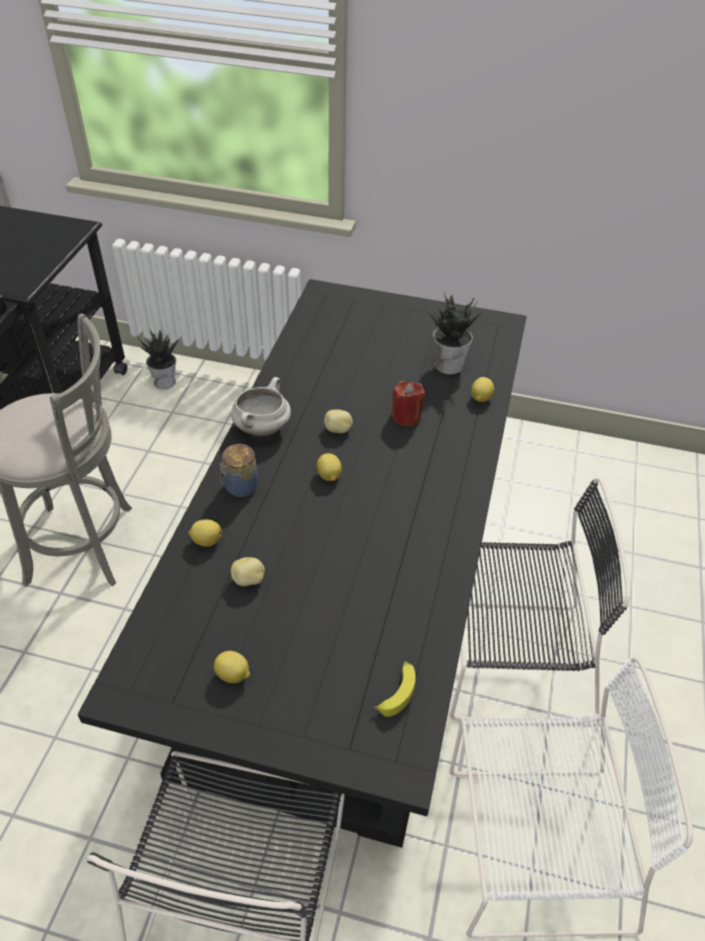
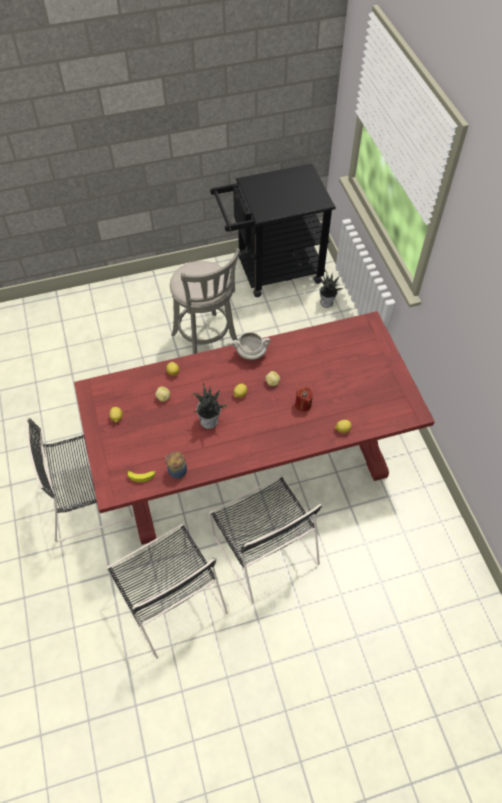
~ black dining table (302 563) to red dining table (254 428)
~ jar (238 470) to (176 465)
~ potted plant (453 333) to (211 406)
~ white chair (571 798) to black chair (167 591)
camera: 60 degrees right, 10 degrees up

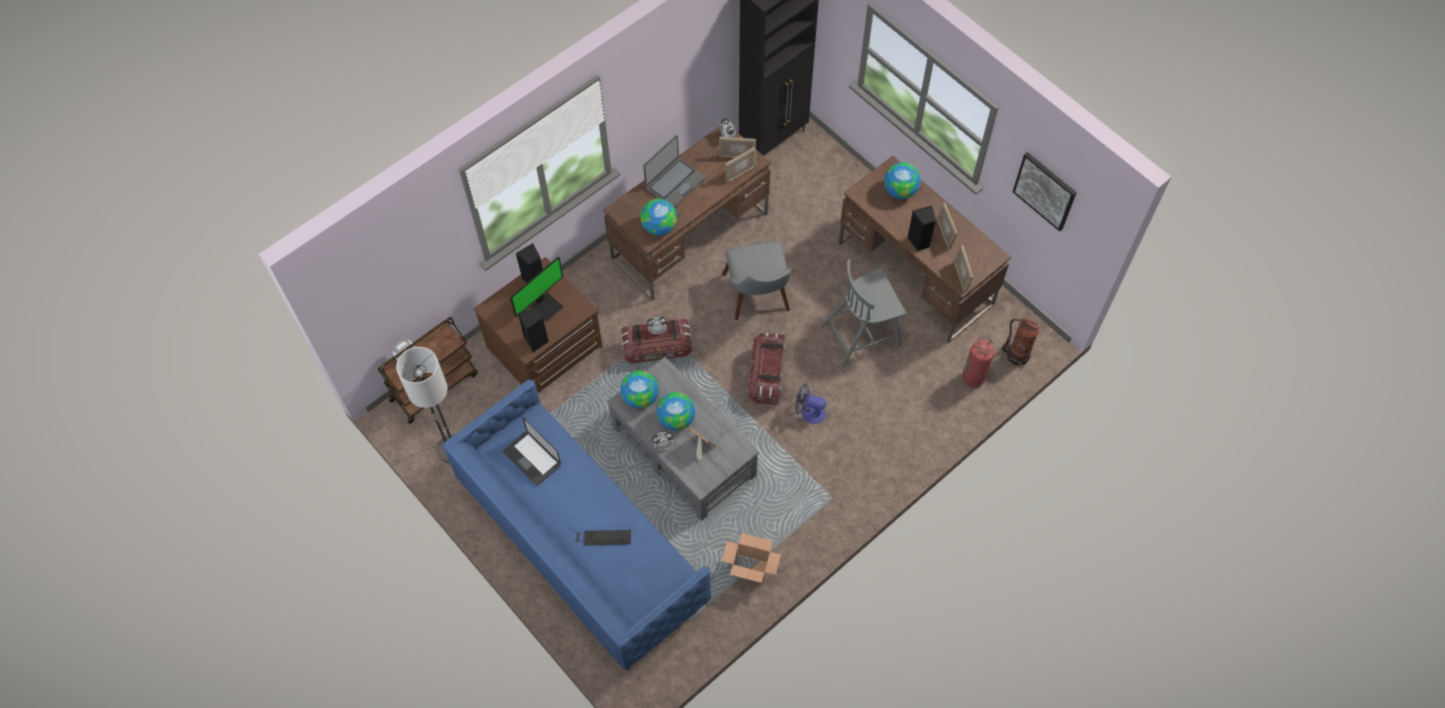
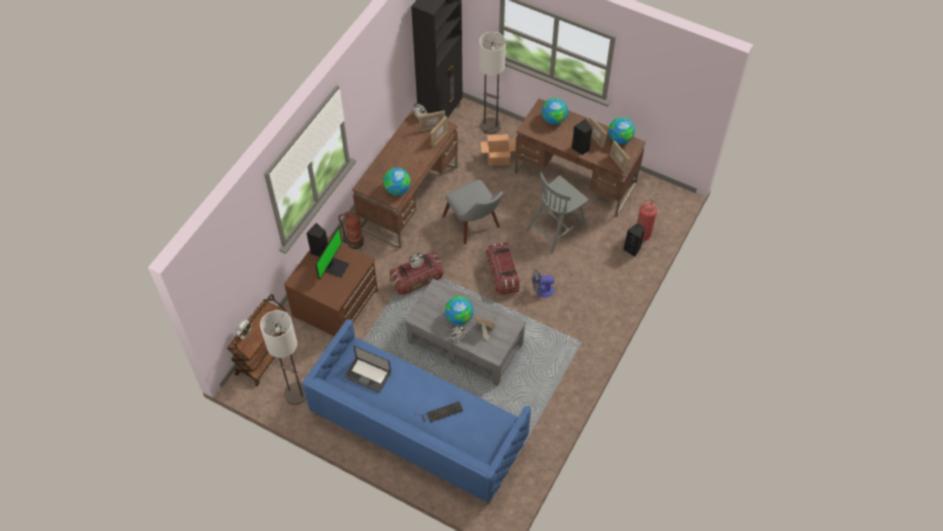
~ black speaker (533 330) to (634 240)
~ globe (640 390) to (621 130)
- laptop (674 171)
~ cardboard box (751 558) to (498 150)
~ fire extinguisher (1020 343) to (351 231)
- picture (1045 191)
+ floor lamp (492 83)
camera: 20 degrees left, 5 degrees down

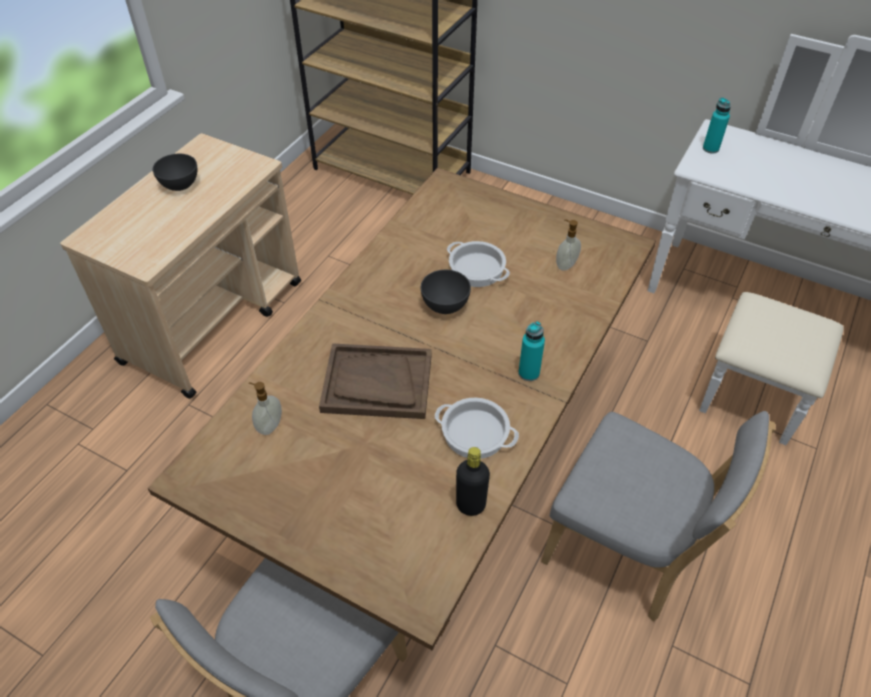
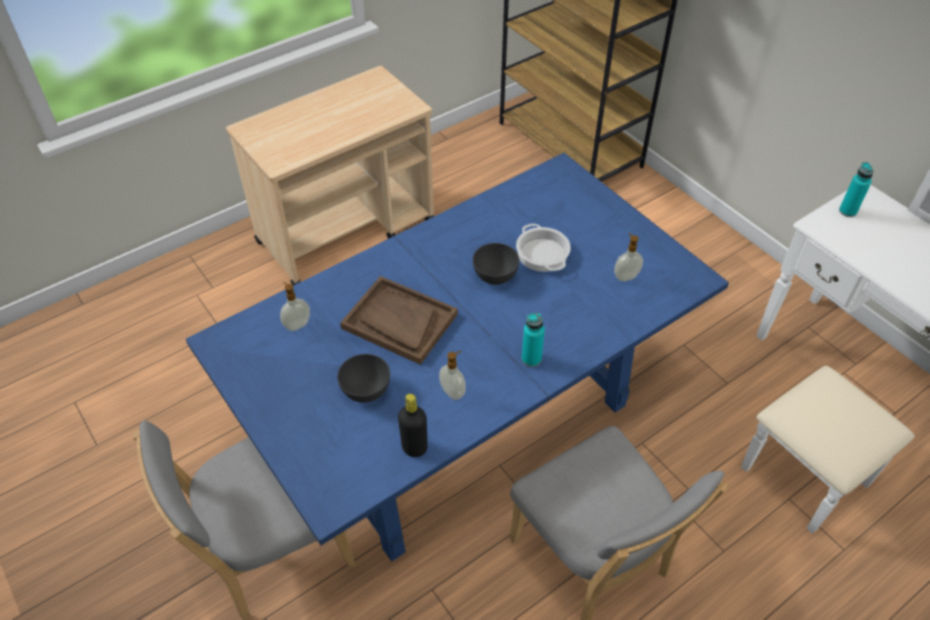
~ brown dining table (402 409) to blue dining table (457 357)
~ grey bowl (174 172) to (363 378)
~ cooking pot (477 428) to soap dispenser (452 375)
camera: 25 degrees right, 0 degrees up

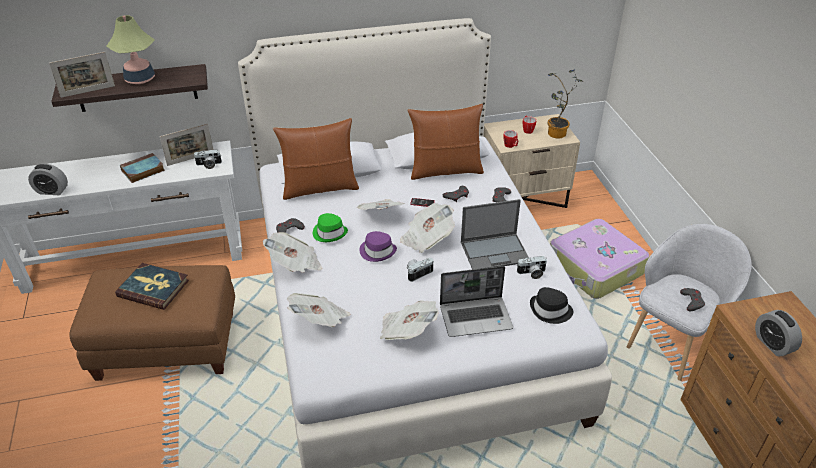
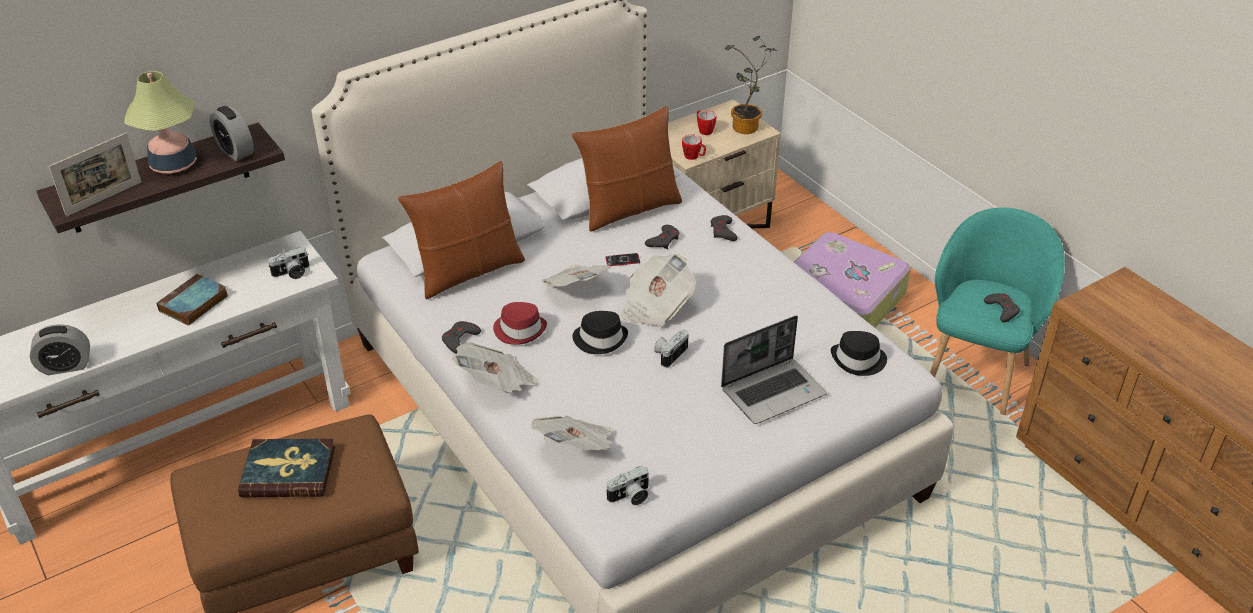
- picture frame (186 144)
~ green hat (330 227) to red hat (520 323)
~ purple hat (378 246) to black hat (600 332)
- newspaper (409 320)
- laptop (494 234)
~ photo camera (532 267) to (627 485)
~ grey armchair (689 302) to turquoise armchair (997 311)
~ alarm clock (778 333) to (232 133)
camera: 20 degrees left, 0 degrees up

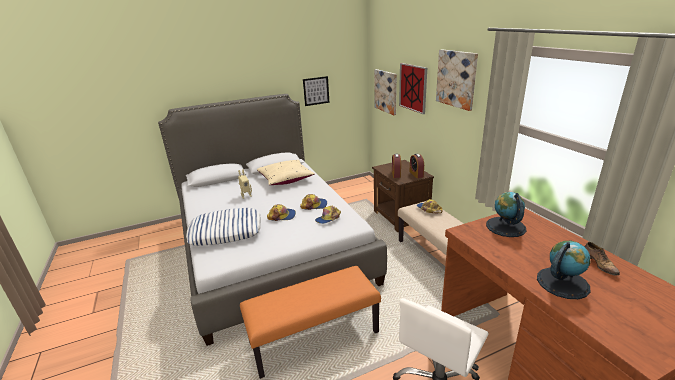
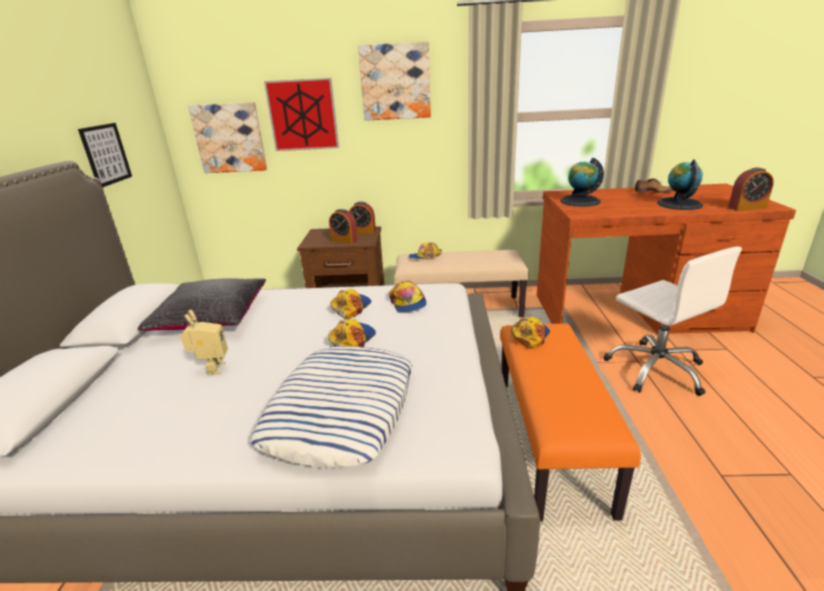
~ beige pillow (286 172) to black pillow (202 304)
+ cap (530 333)
+ alarm clock (751 189)
camera: 65 degrees left, 0 degrees up

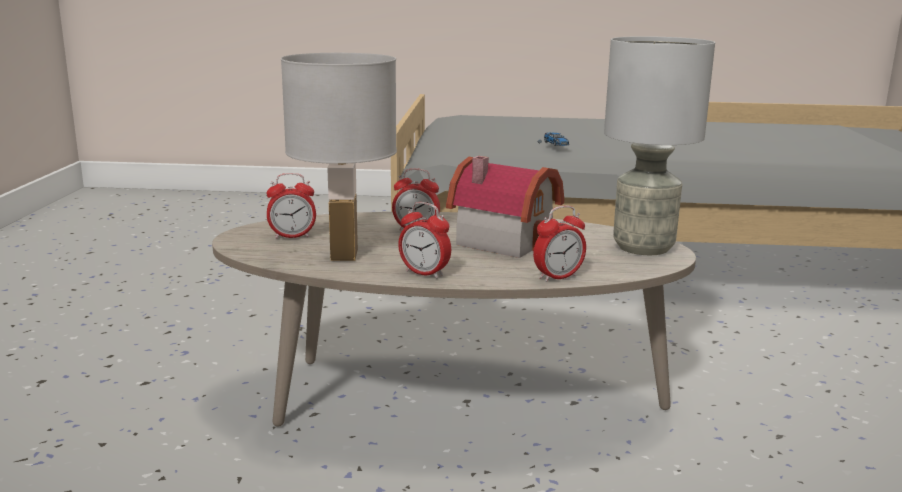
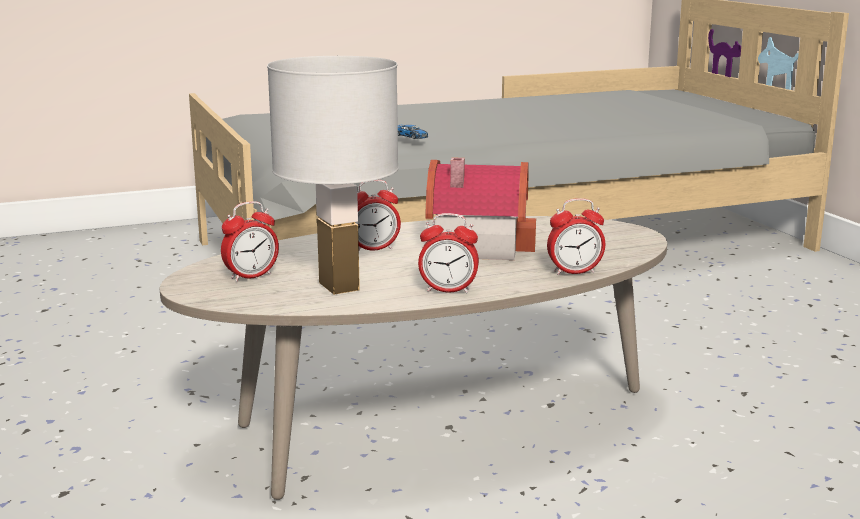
~ alarm clock (559 243) = (576 236) 45 degrees clockwise
- grey table lamp (659 145)
camera: 25 degrees left, 0 degrees up

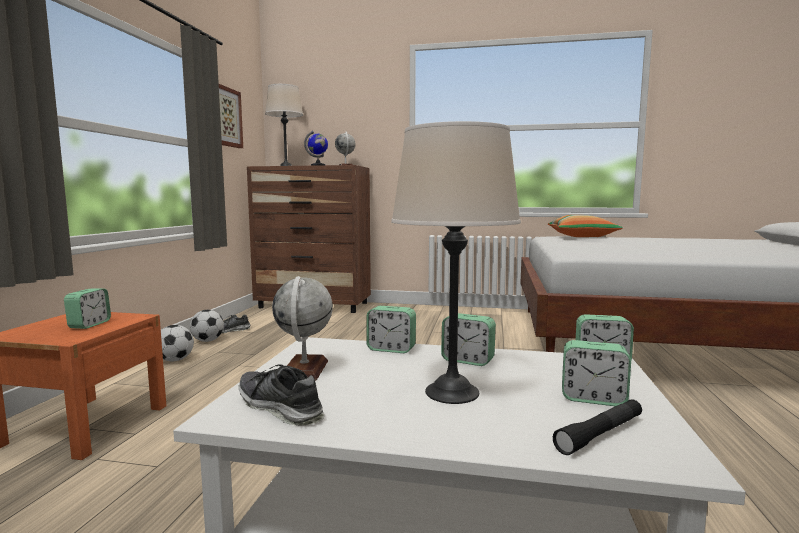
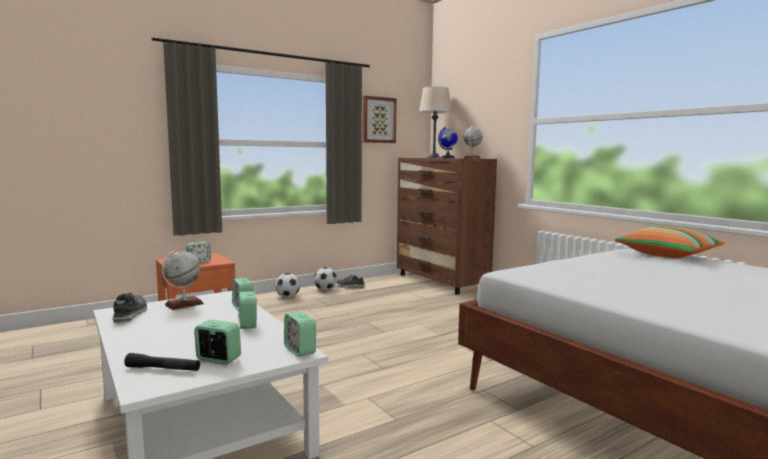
- beige table lamp (456 262)
~ alarm clock (596 373) = (217 342) 135 degrees clockwise
camera: 45 degrees right, 0 degrees up

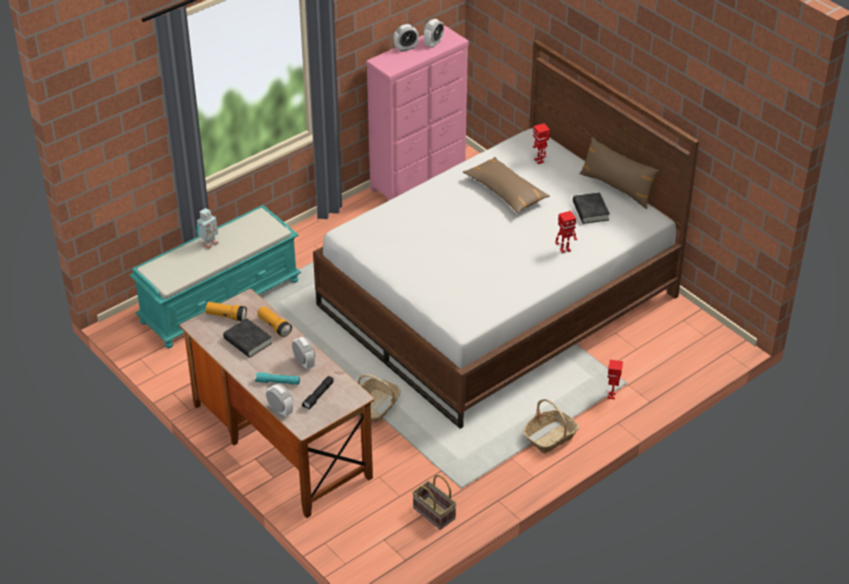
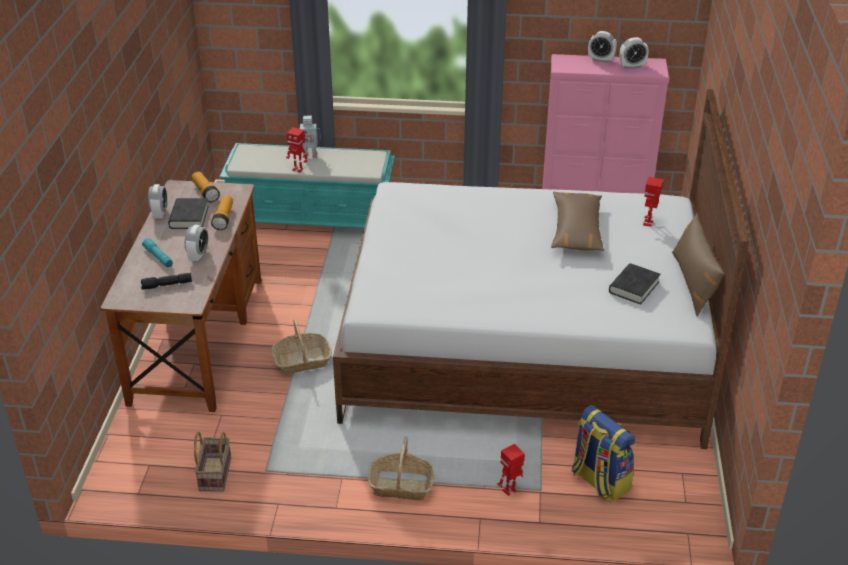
~ alarm clock (279 400) to (157 201)
~ toy robot (566 232) to (297 149)
+ backpack (604 453)
camera: 45 degrees right, 5 degrees down

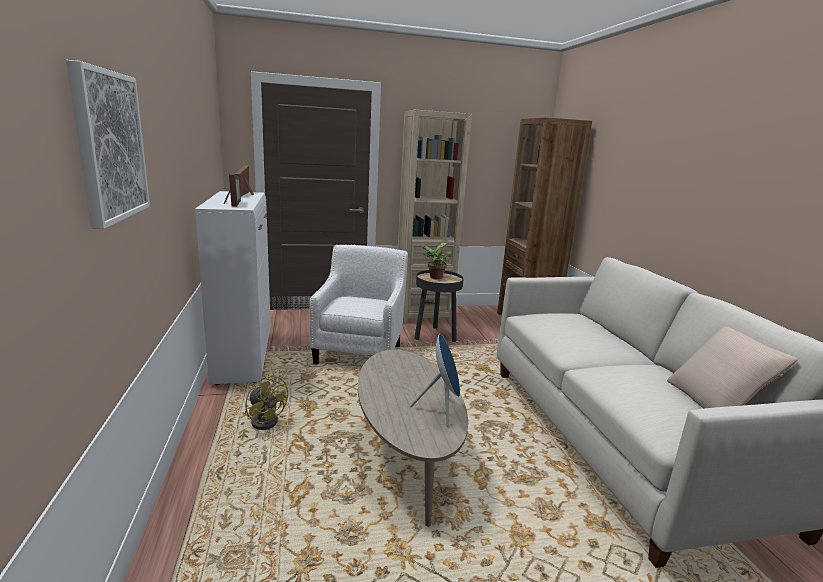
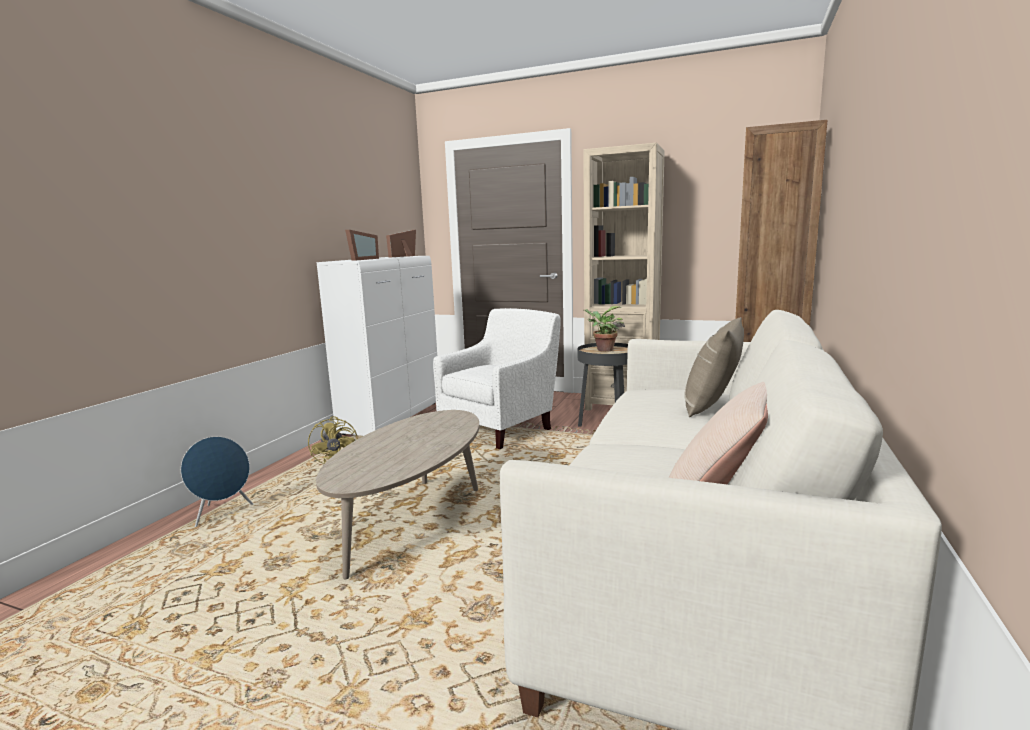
- picture (108 144)
~ blue speaker (435 380) to (217 481)
+ beige pillow (714 367)
camera: 35 degrees right, 5 degrees down

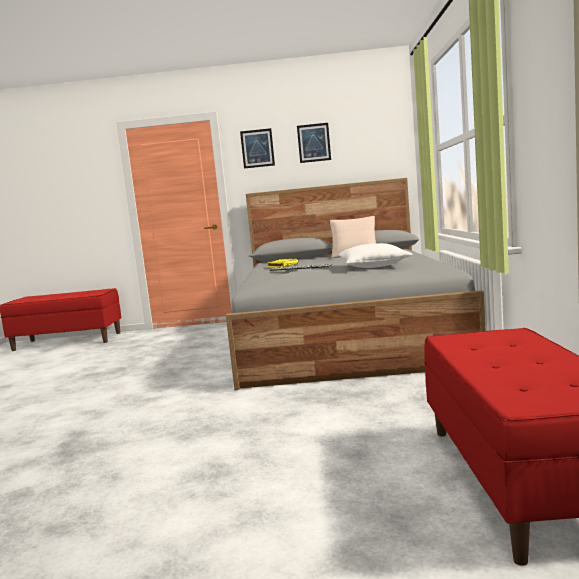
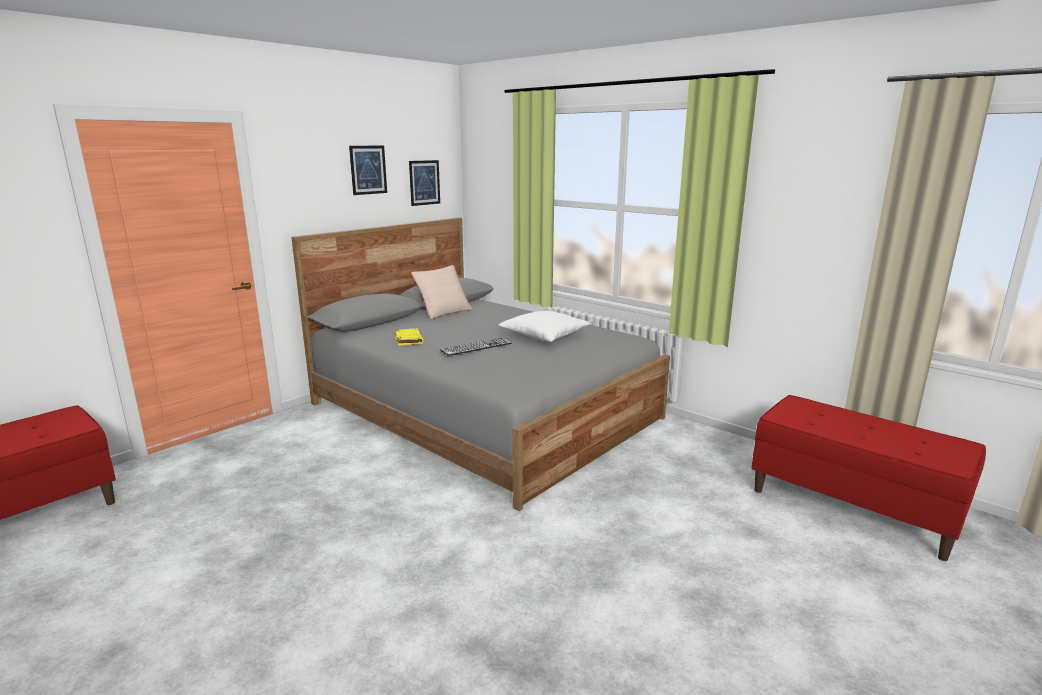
~ picture (257 148) to (424 183)
camera: 50 degrees left, 10 degrees up

